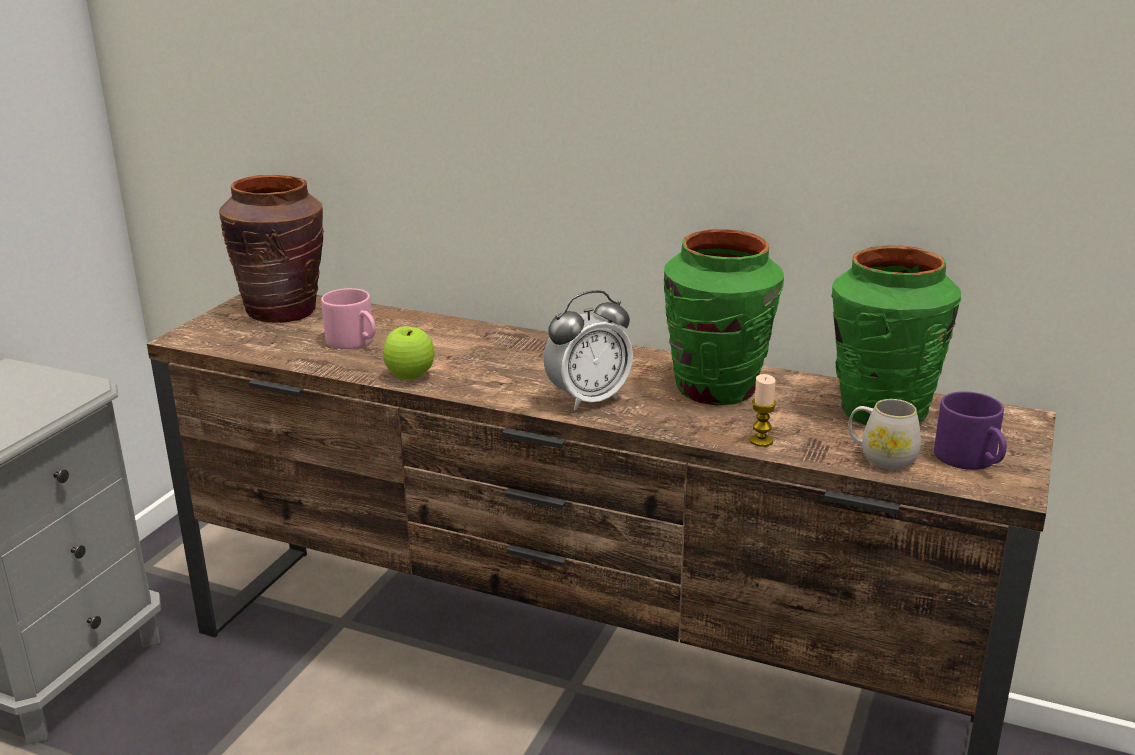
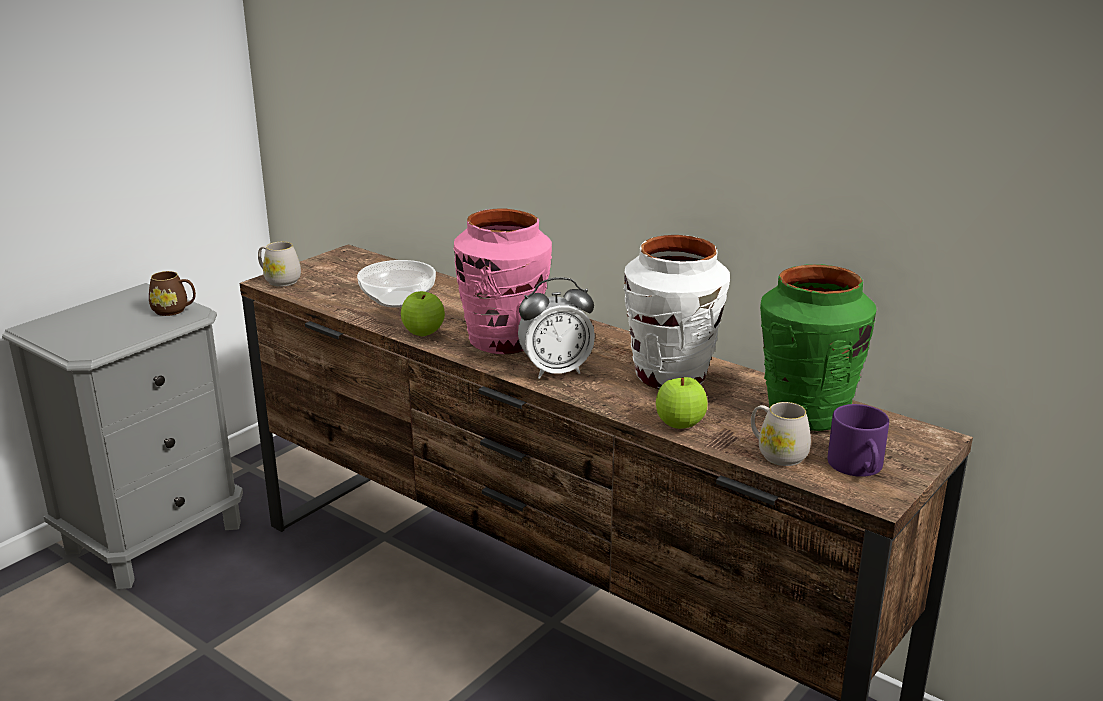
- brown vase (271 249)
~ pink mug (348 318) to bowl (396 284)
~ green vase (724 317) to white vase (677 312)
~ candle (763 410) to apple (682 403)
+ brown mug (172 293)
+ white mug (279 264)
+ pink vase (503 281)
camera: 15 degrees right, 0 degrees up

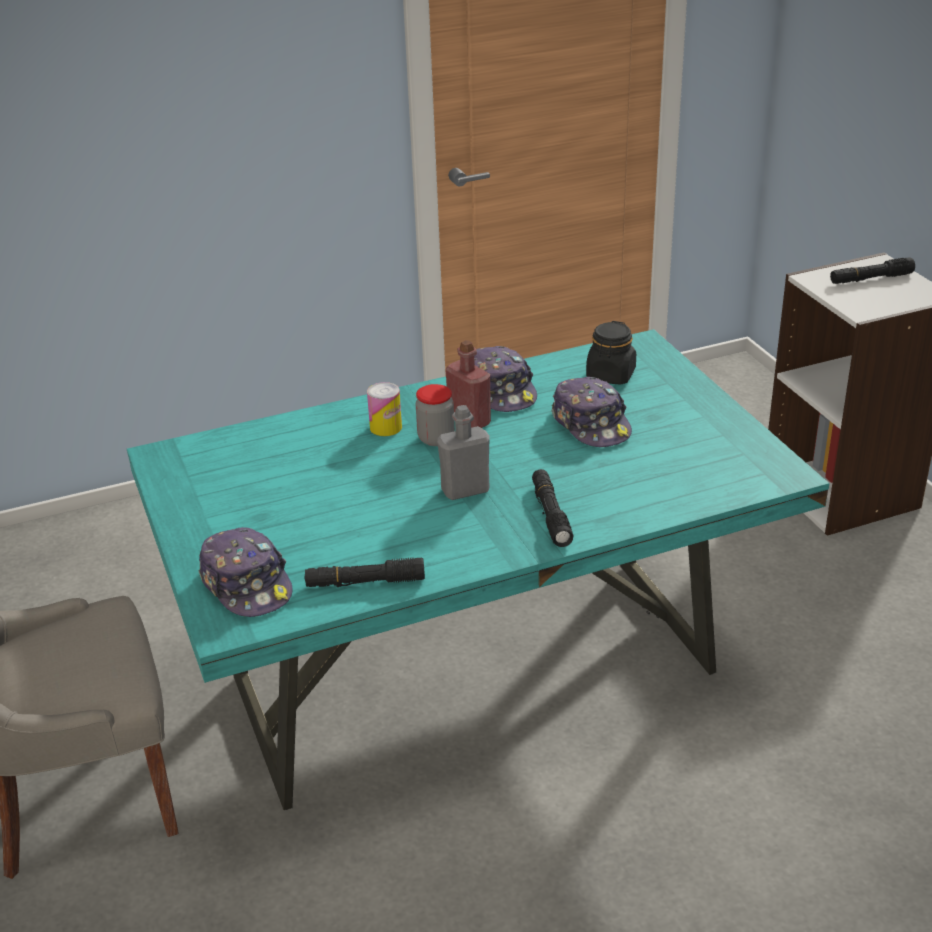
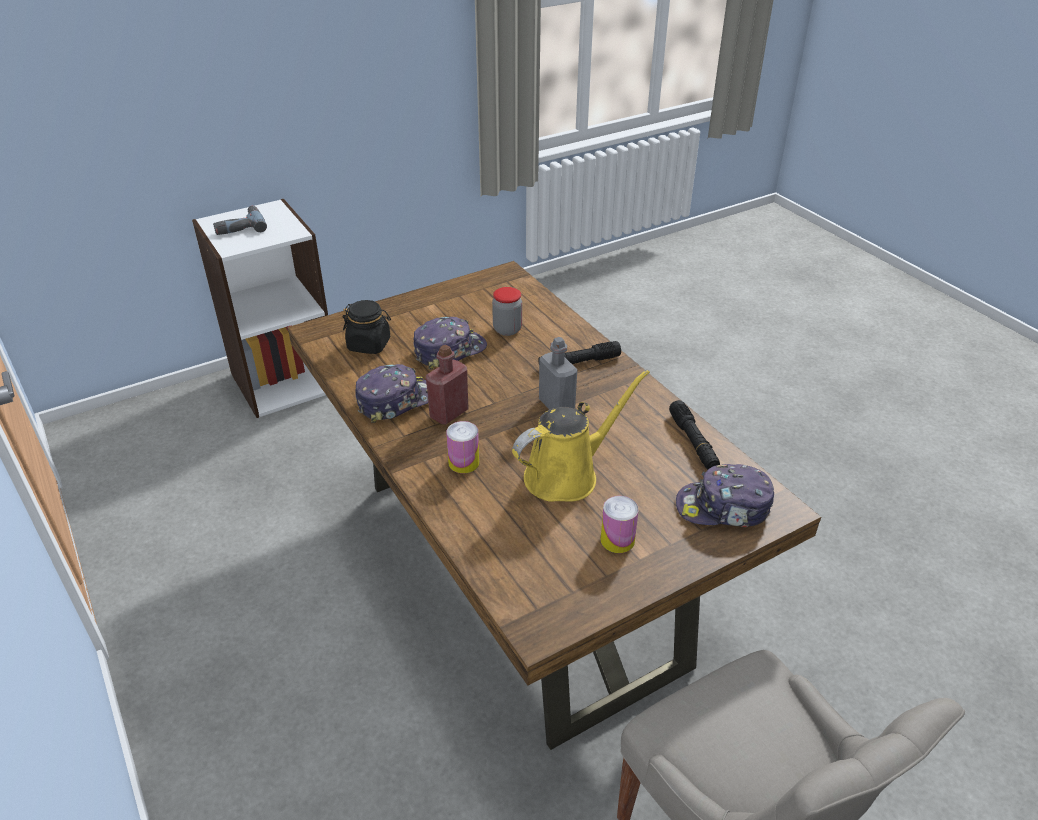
~ turquoise dining table (478 569) to brown dining table (554 505)
~ cap (245 572) = (725 495) 135 degrees counterclockwise
~ jar (435 415) to (507 311)
~ black flashlight (872 270) to power drill (240 220)
+ yellow watering can (581 436)
+ can (620 524)
camera: 100 degrees left, 5 degrees up

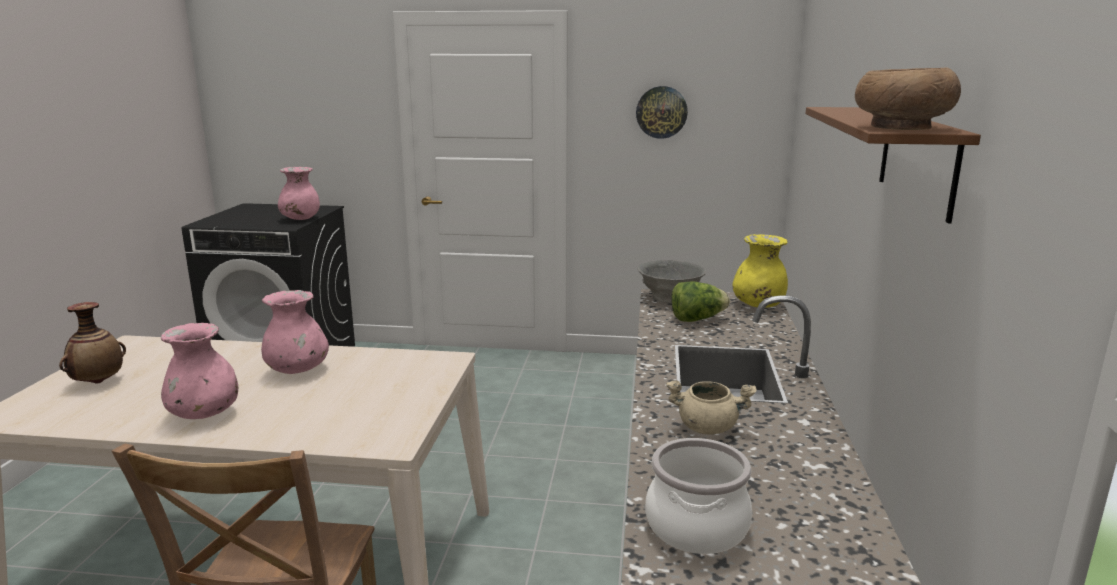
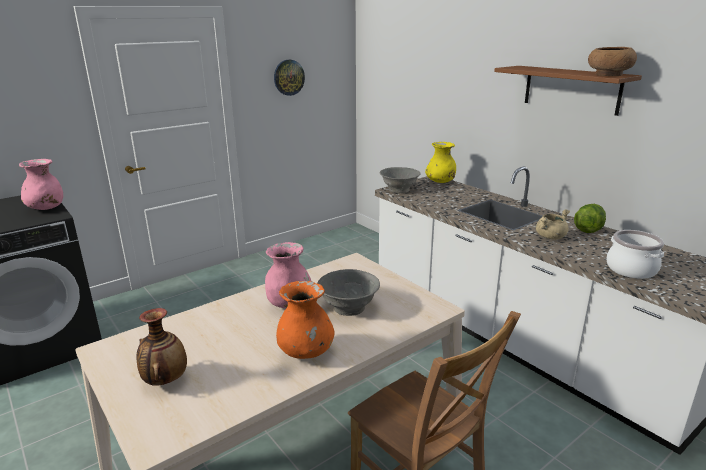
~ pink vase (199 371) to orange vase (305 320)
~ lettuce (701 301) to (590 218)
+ grey bowl (348 292)
camera: 45 degrees left, 5 degrees up

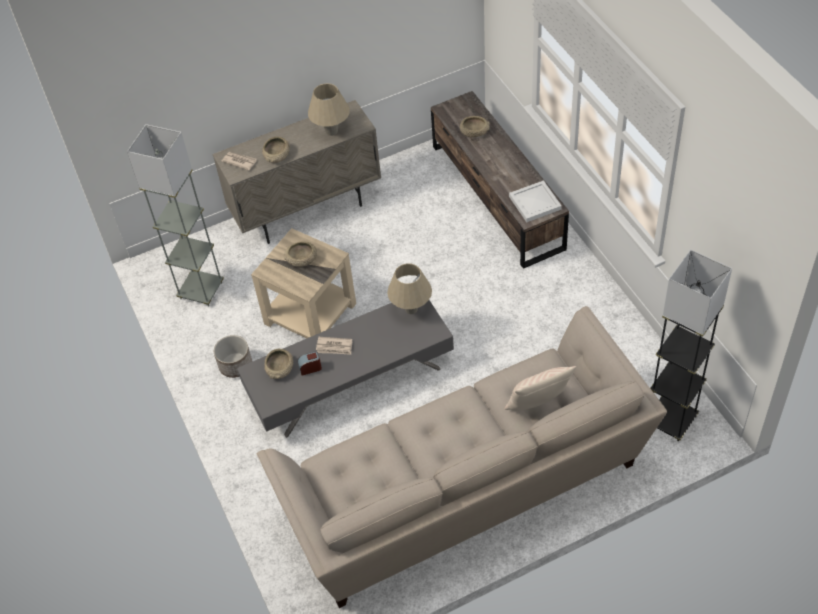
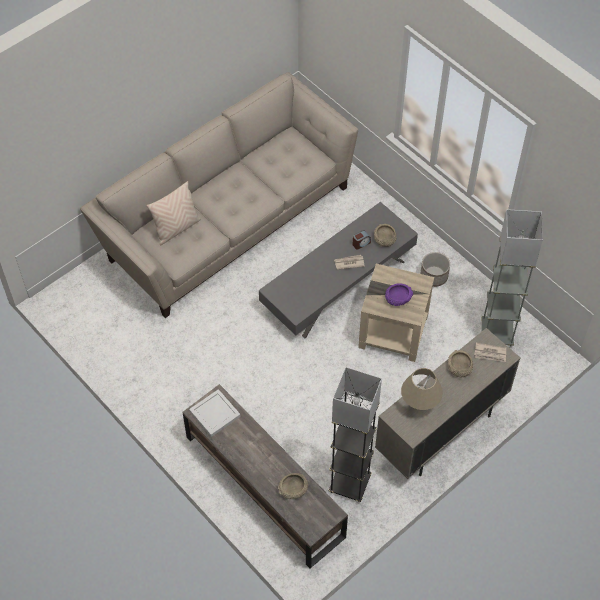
~ beige bowl (300 254) to purple bowl (399 294)
- beige table lamp (409 288)
~ grey floor lamp (691 345) to (355 434)
camera: 160 degrees right, 5 degrees up

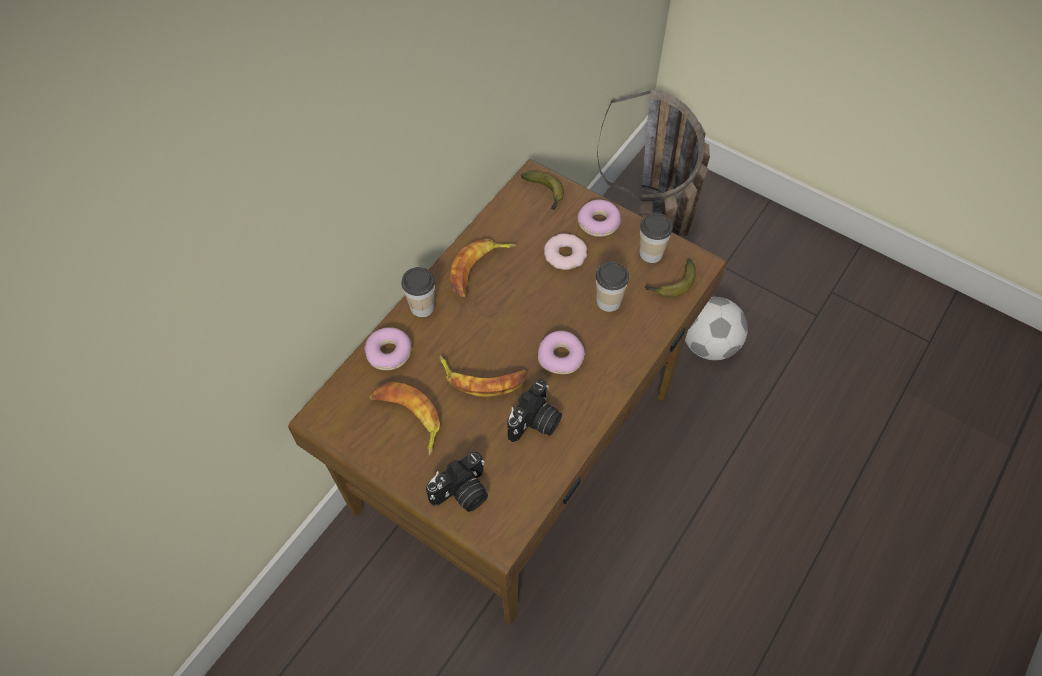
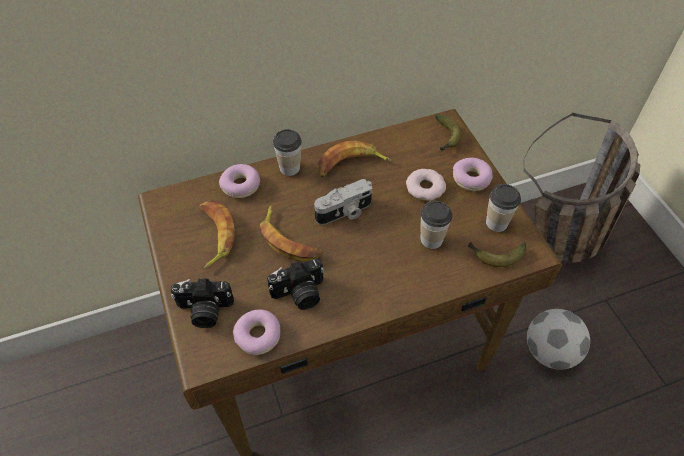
~ donut (561 352) to (256 332)
+ photo camera (343 202)
camera: 35 degrees right, 5 degrees down

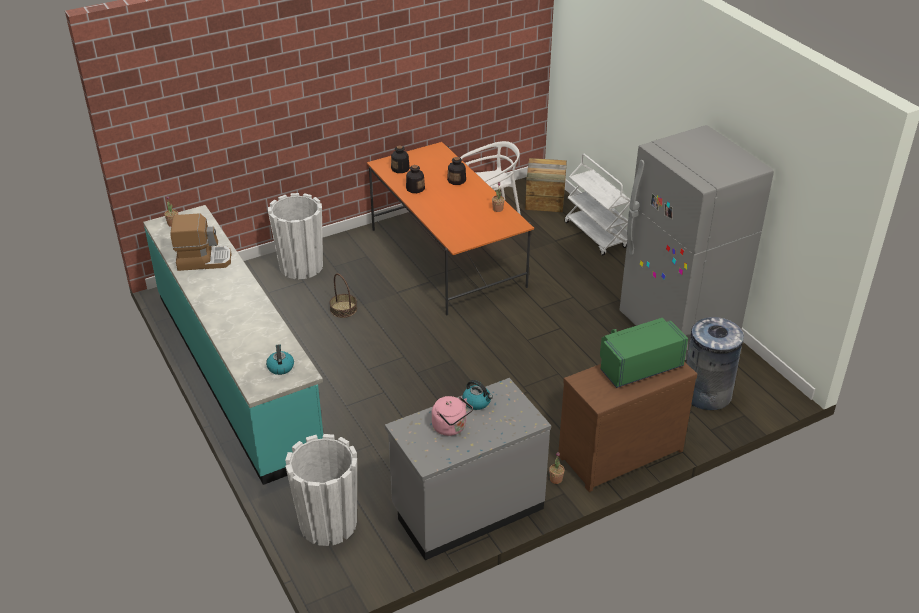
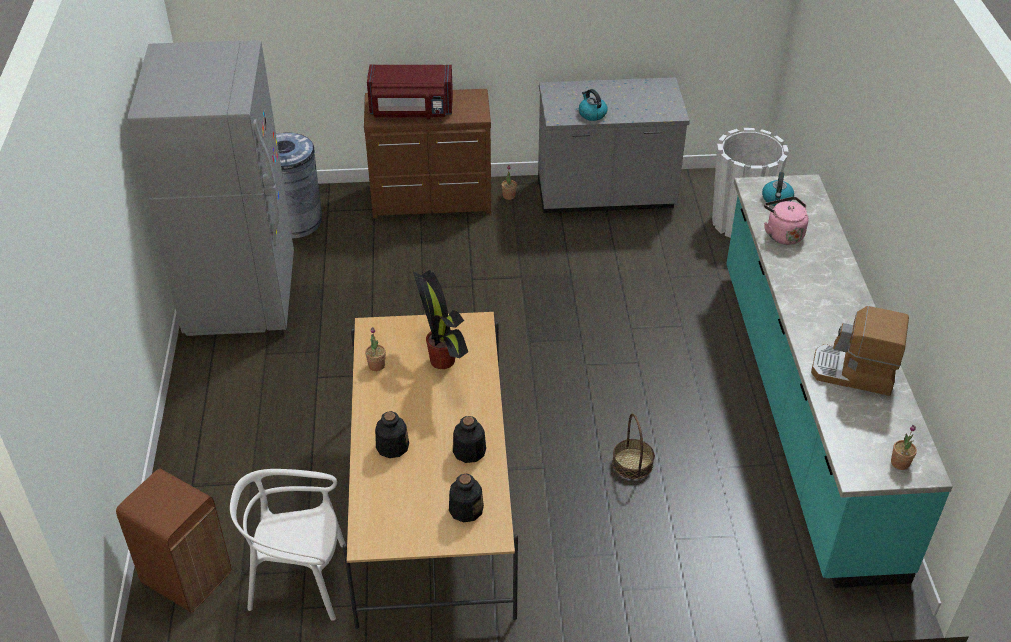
- white planter (295 236)
~ orange dining table (450 228) to beige dining table (430 470)
~ pink kettle (452 416) to (786 221)
~ crate (546 185) to brown trash can (173 540)
- white cart (597 205)
~ green microwave (644 353) to red microwave (410 92)
+ potted plant (440 319)
camera: 155 degrees left, 5 degrees up

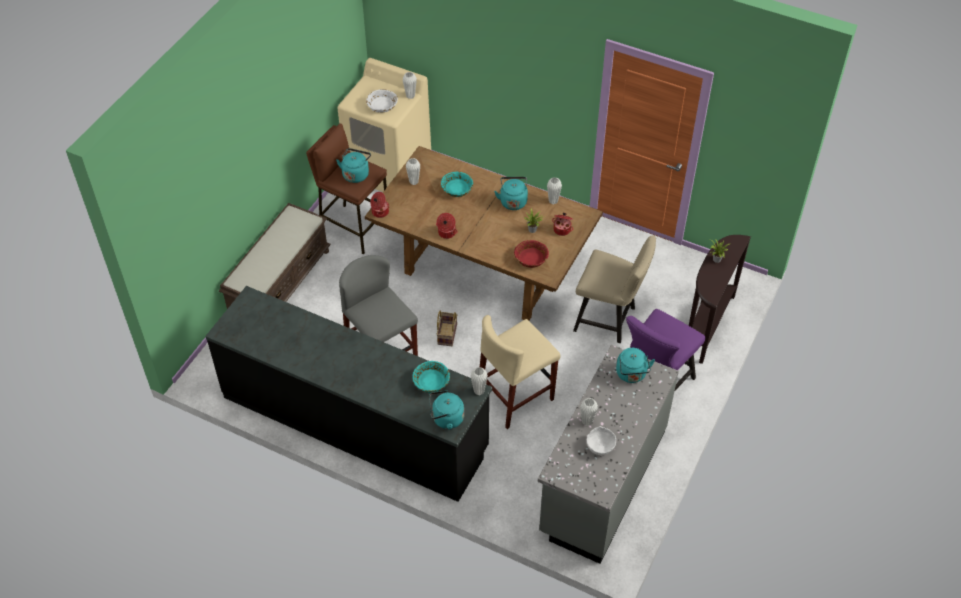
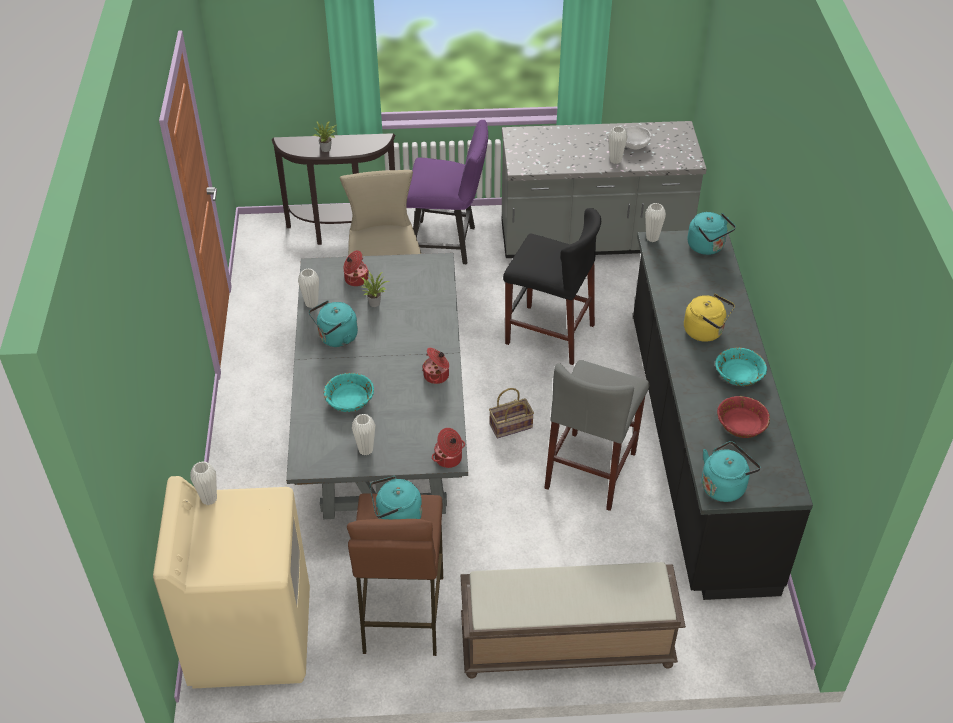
~ brown dining table (484 233) to grey dining table (377 386)
- white bowl (382 101)
~ turquoise bowl (431 377) to (741 366)
~ beige stool (520 372) to black stool (552 286)
~ red bowl (531 254) to (743 417)
~ turquoise kettle (635 365) to (731 471)
+ yellow kettle (709 318)
camera: 120 degrees left, 5 degrees down

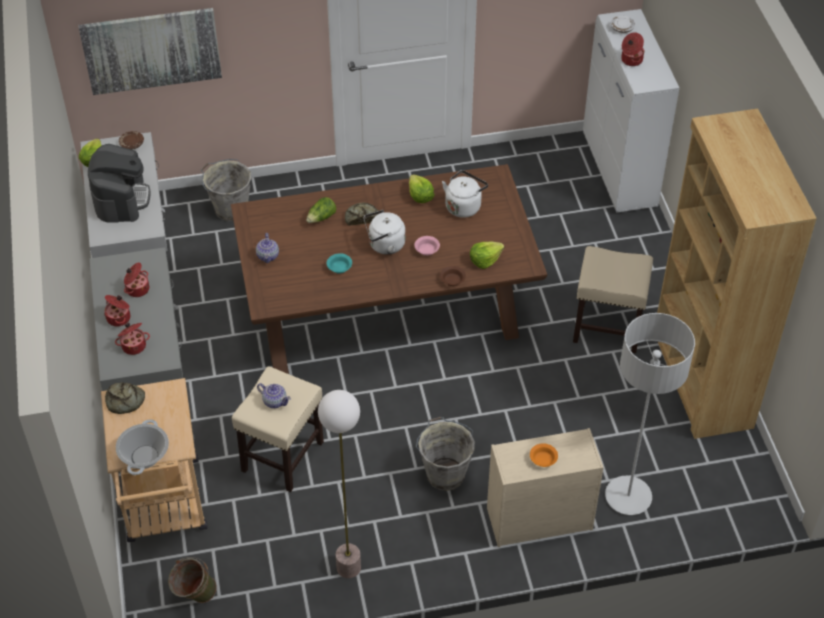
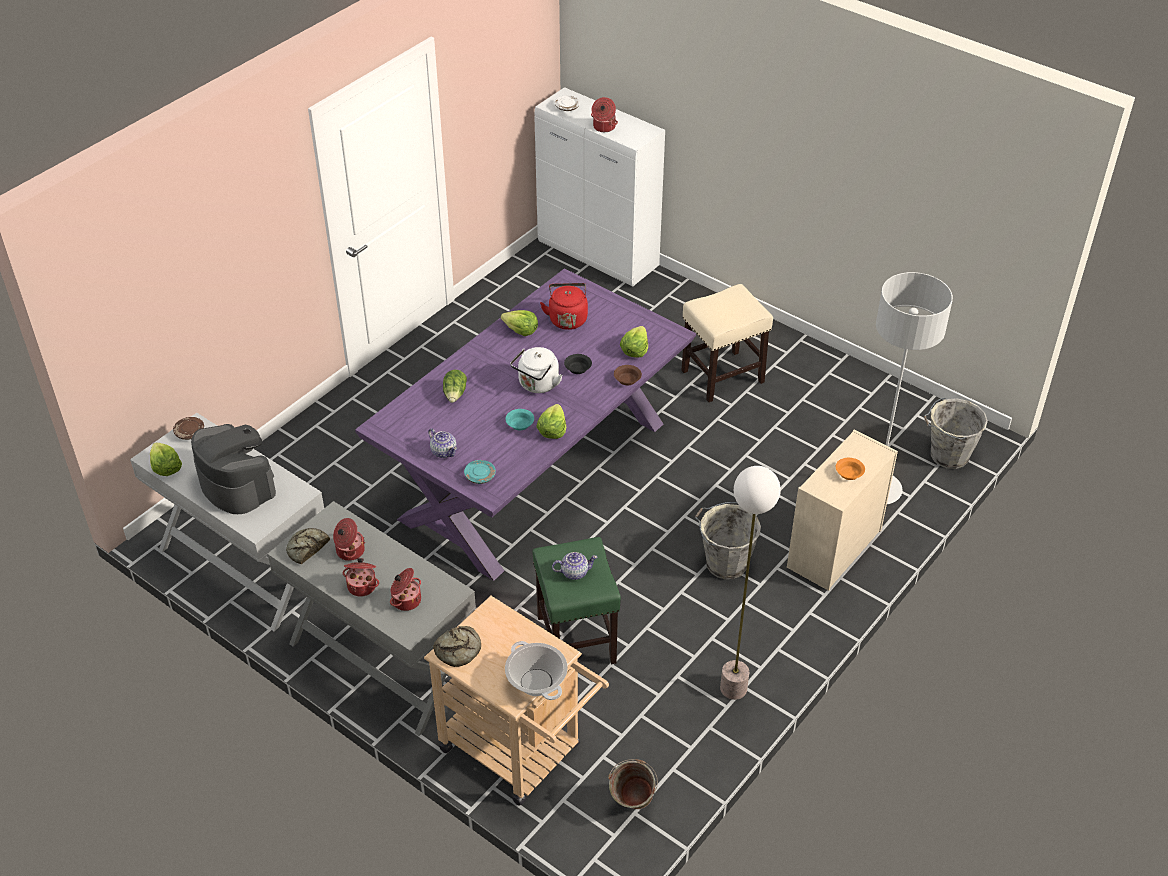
- picture (150 51)
~ grey bucket (226 190) to (956 433)
~ brown dining table (389 269) to purple dining table (525 424)
~ beige stool (278 429) to green stool (576 601)
~ bread (362 214) to (308 546)
~ pink bowl (427 246) to black bowl (578 364)
~ white kettle (465 194) to red kettle (564 306)
- brown bookcase (737 273)
+ turquoise plate (480 472)
+ lettuce (551 421)
camera: 40 degrees left, 5 degrees down

